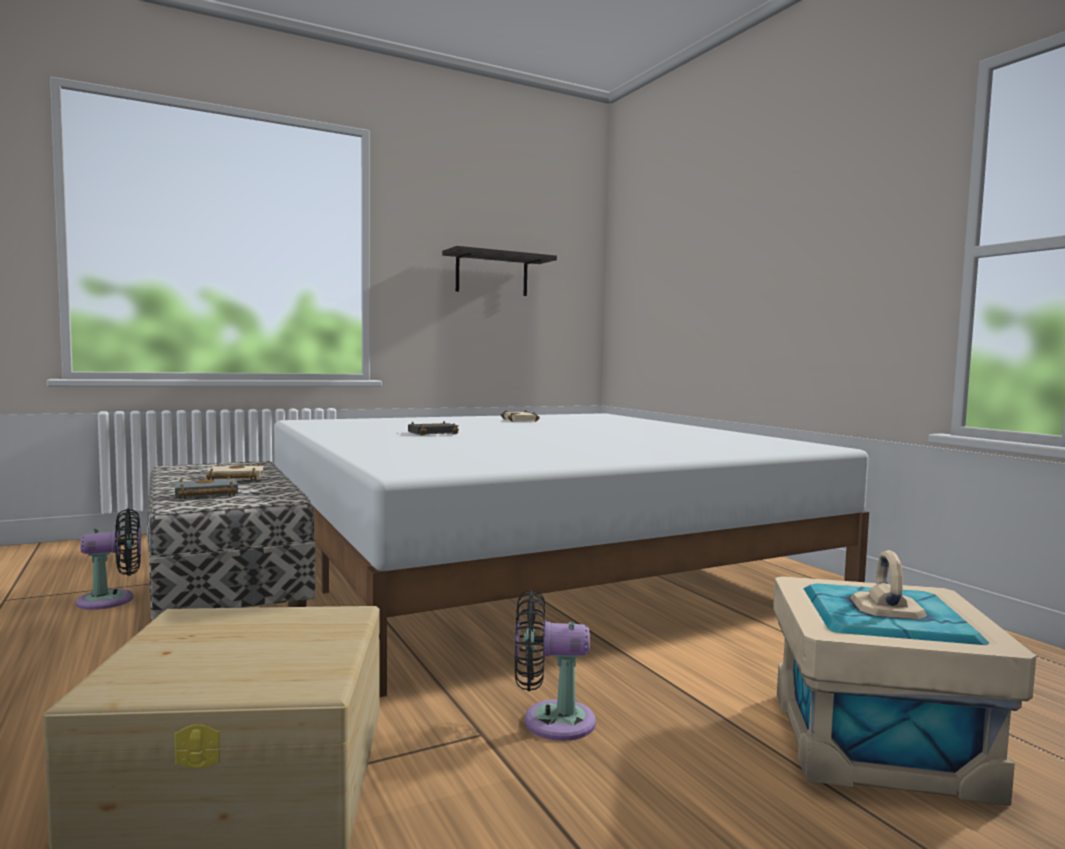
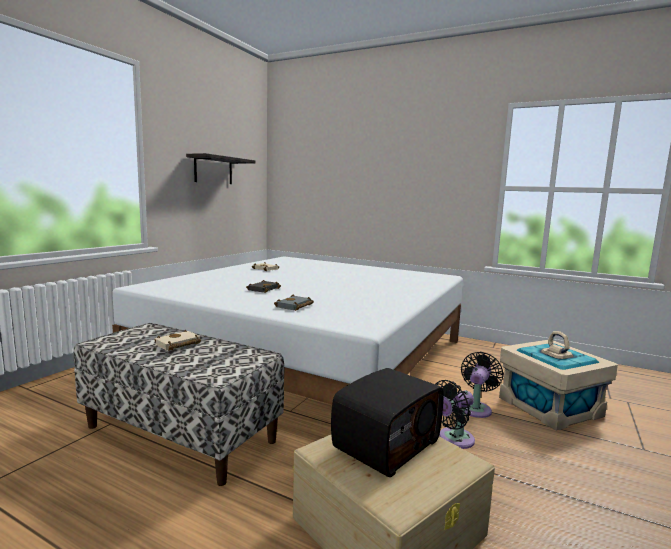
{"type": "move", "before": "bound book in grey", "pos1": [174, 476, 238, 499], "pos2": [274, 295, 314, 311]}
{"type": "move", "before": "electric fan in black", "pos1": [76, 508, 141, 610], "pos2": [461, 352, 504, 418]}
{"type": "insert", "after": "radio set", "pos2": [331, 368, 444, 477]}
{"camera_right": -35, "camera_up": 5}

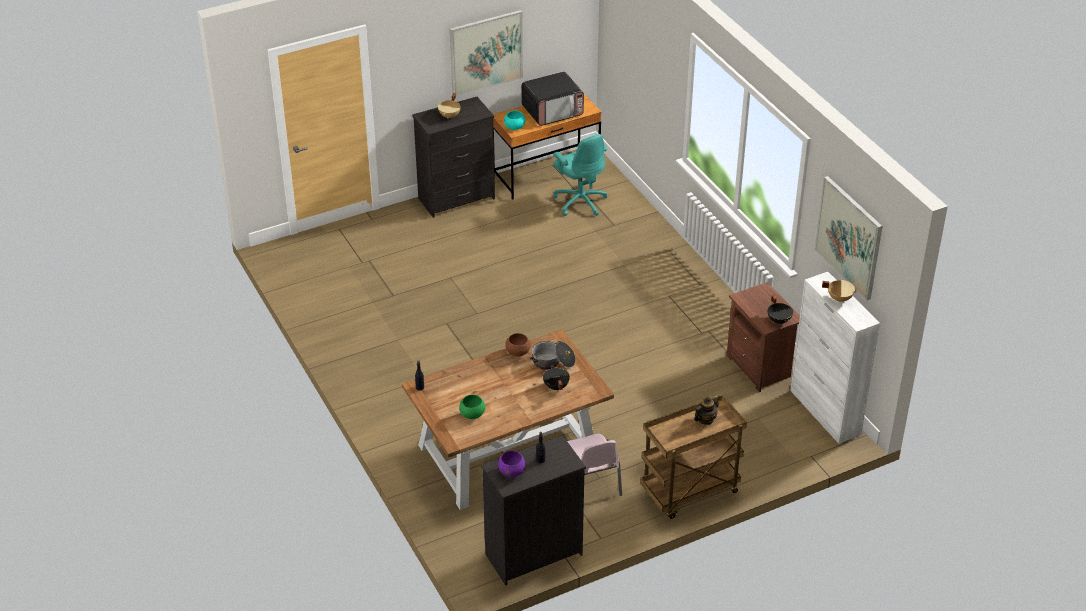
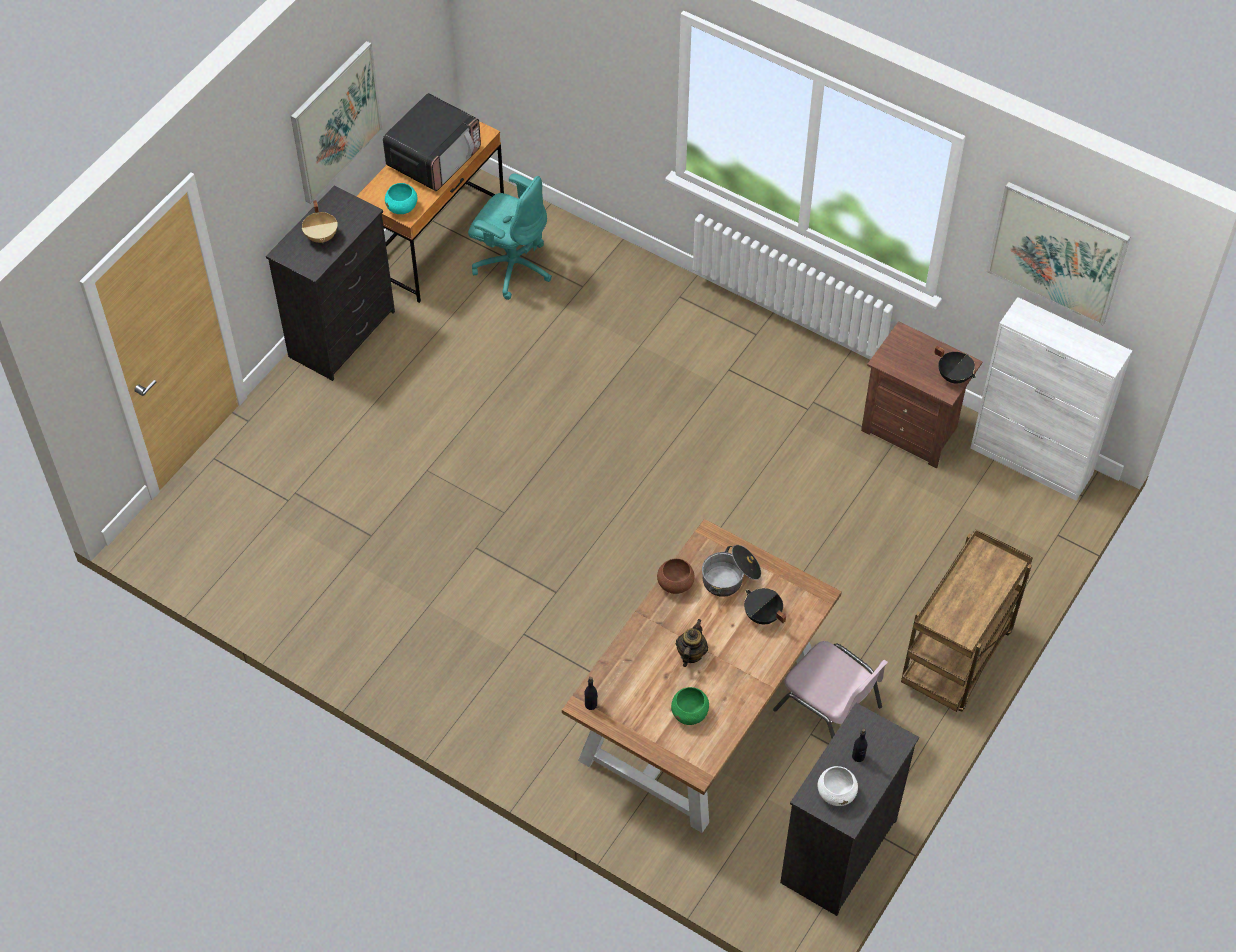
{"type": "delete", "before": "cooking pot in sand-coloured", "pos1": [822, 280, 858, 303]}
{"type": "move", "before": "pot for tea", "pos1": [694, 397, 720, 425], "pos2": [676, 619, 708, 667]}
{"type": "recolor", "before": "serving bowl in purple-coloured", "after": "serving bowl in white-coloured", "pos1": [498, 451, 525, 477], "pos2": [817, 766, 858, 806]}
{"camera_right": -30, "camera_up": 15}

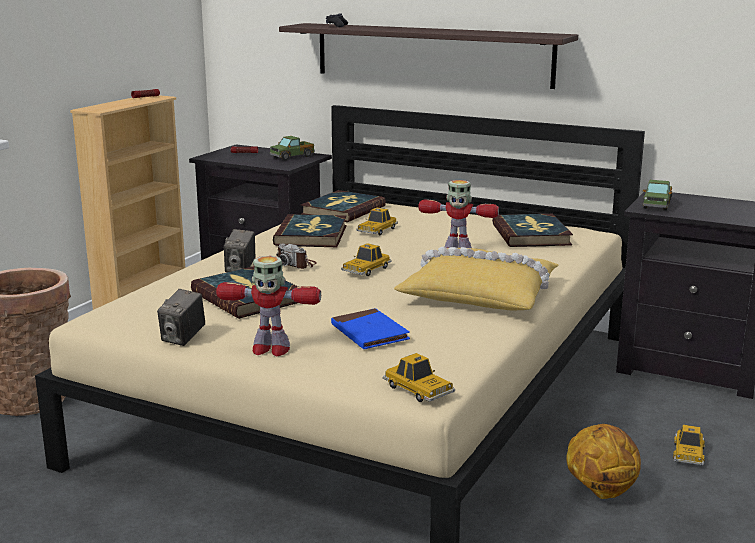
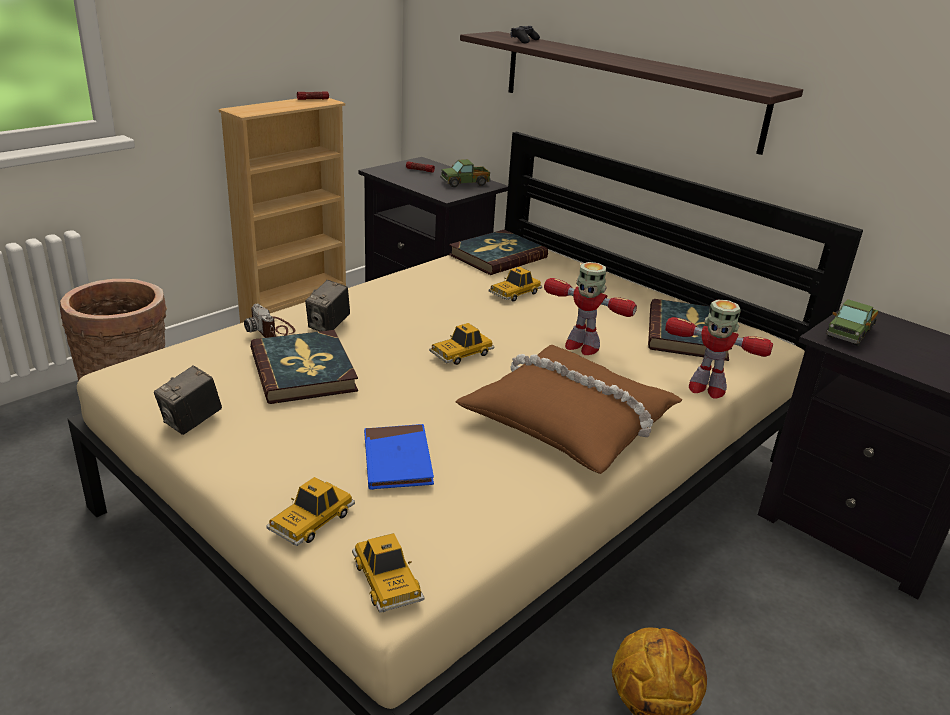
{"type": "delete", "before": "bound book", "pos1": [273, 214, 347, 247]}
{"type": "move", "before": "still camera", "pos1": [276, 244, 317, 269], "pos2": [244, 304, 295, 338]}
{"type": "recolor", "before": "cushion in yellow", "after": "cushion in brown", "pos1": [394, 247, 558, 310], "pos2": [456, 345, 682, 474]}
{"type": "move", "before": "model robot", "pos1": [216, 256, 321, 356], "pos2": [665, 299, 773, 399]}
{"type": "move", "before": "model car", "pos1": [673, 425, 705, 465], "pos2": [266, 477, 355, 546]}
{"camera_right": 15, "camera_up": 10}

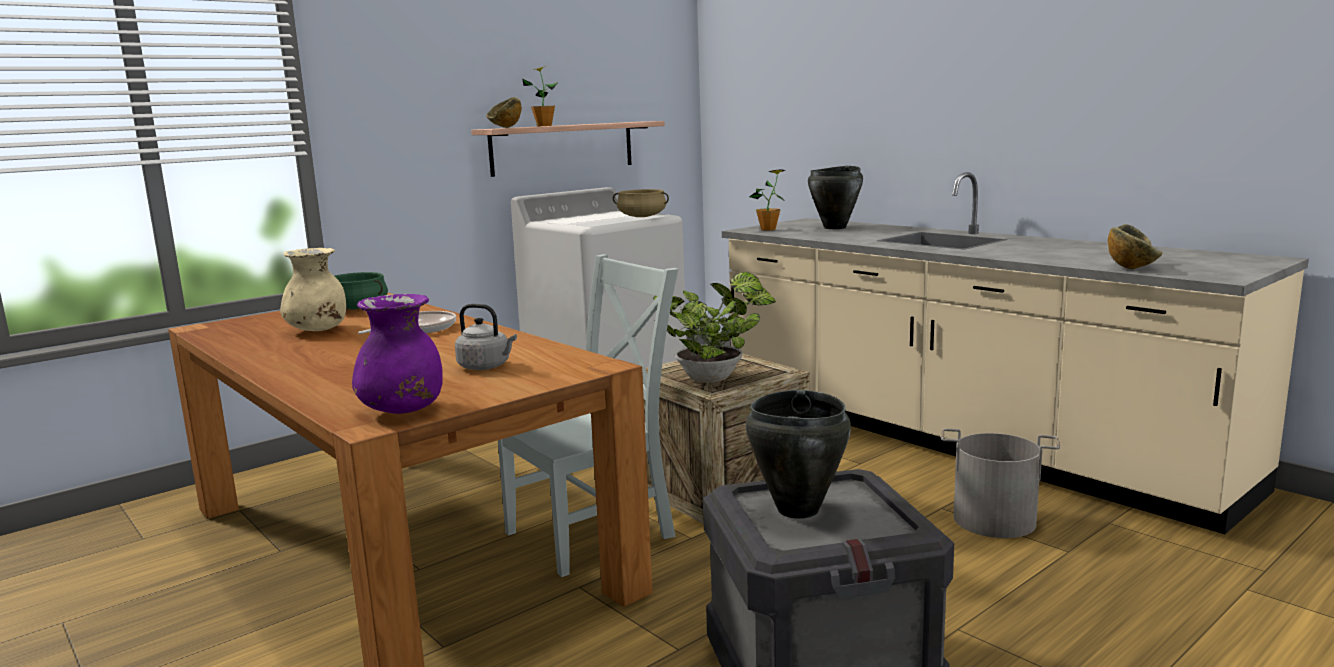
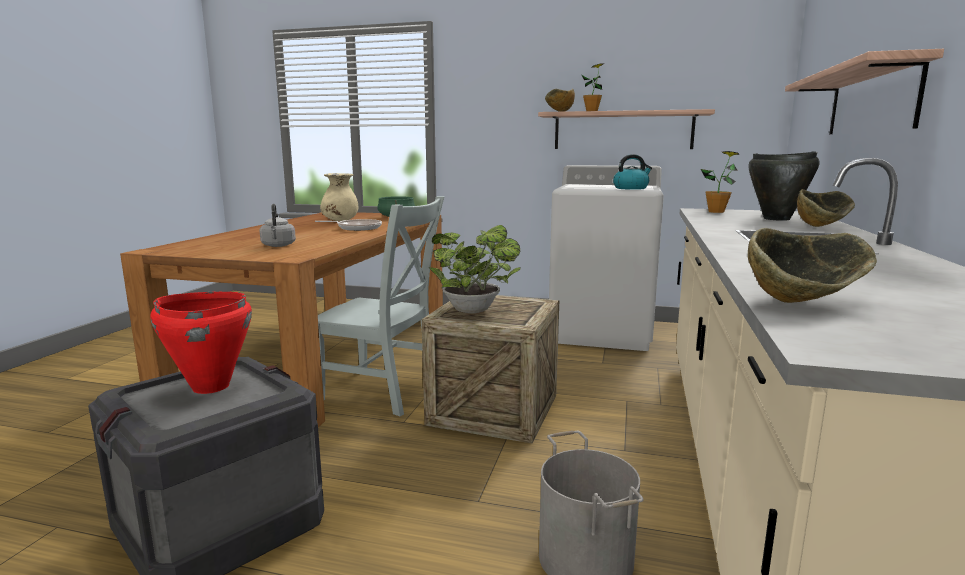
{"type": "replace", "before": "cooking pot in sand-coloured", "after": "tea kettle", "pos1": [613, 189, 669, 217], "pos2": [613, 154, 652, 190]}
{"type": "delete", "before": "decorative vase in purple-coloured", "pos1": [352, 294, 443, 414]}
{"type": "recolor", "before": "cooking pot in black", "after": "cooking pot in red", "pos1": [746, 390, 851, 519], "pos2": [150, 291, 252, 394]}
{"type": "insert", "after": "wall shelf", "pos2": [785, 49, 944, 134]}
{"type": "insert", "after": "serving bowl", "pos2": [797, 189, 855, 227]}
{"camera_right": 55, "camera_up": 0}

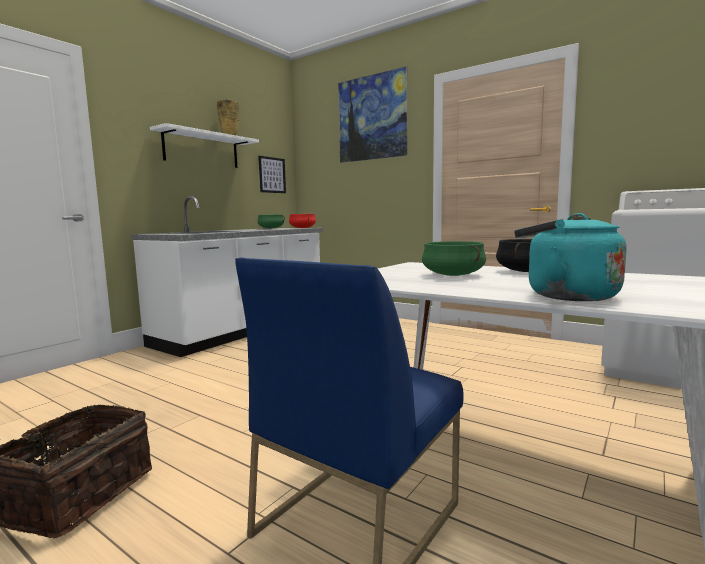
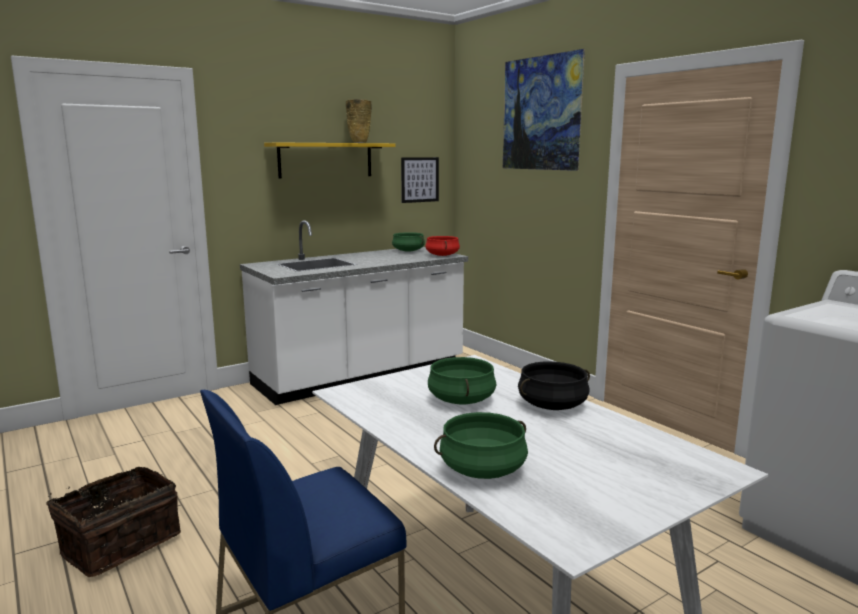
{"type": "recolor", "before": "wall shelf in white-coloured", "after": "wall shelf in yellow", "pos1": [150, 123, 259, 168], "pos2": [264, 142, 395, 179]}
{"type": "replace", "before": "tea kettle in blue-green", "after": "cooking pot in green", "pos1": [515, 213, 626, 301], "pos2": [434, 412, 528, 479]}
{"camera_right": 20, "camera_up": 5}

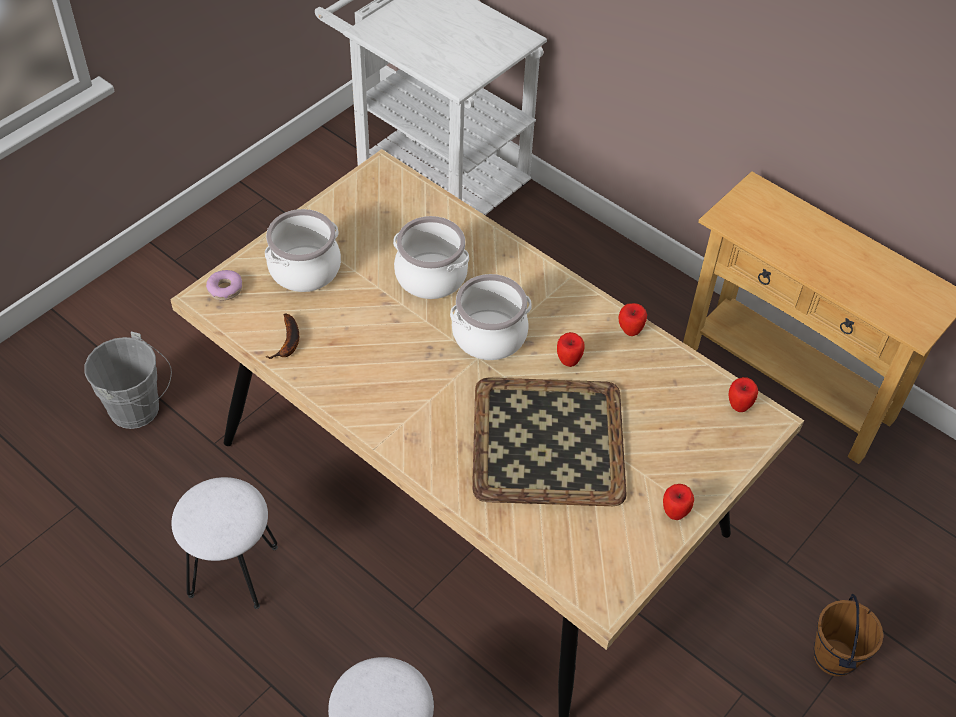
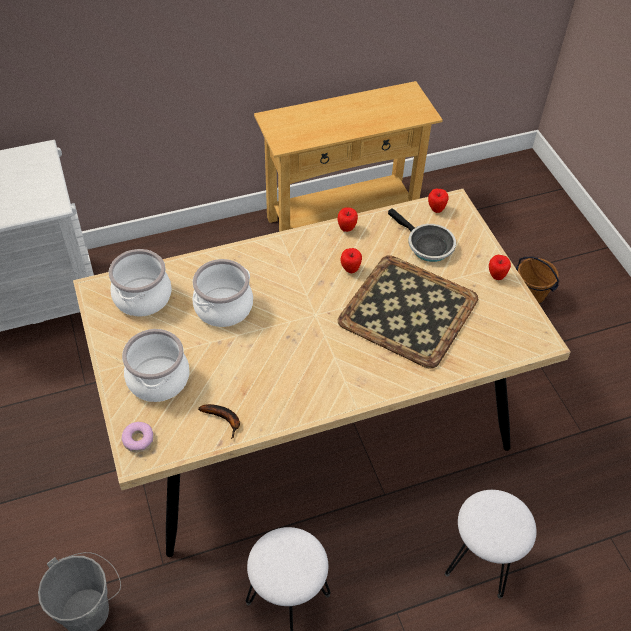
{"type": "move", "before": "cooking pot", "pos1": [450, 274, 532, 360], "pos2": [109, 249, 172, 316]}
{"type": "insert", "after": "skillet", "pos2": [388, 208, 456, 262]}
{"camera_right": -60, "camera_up": 0}

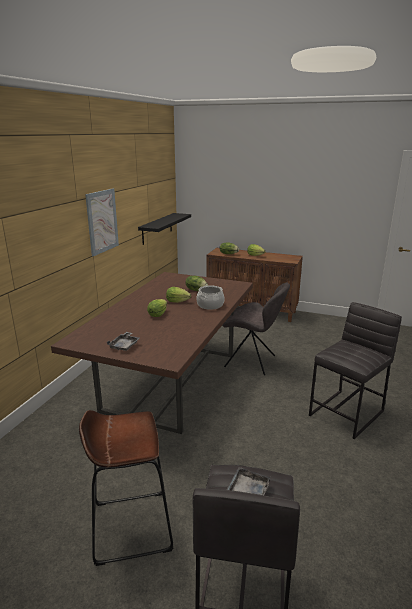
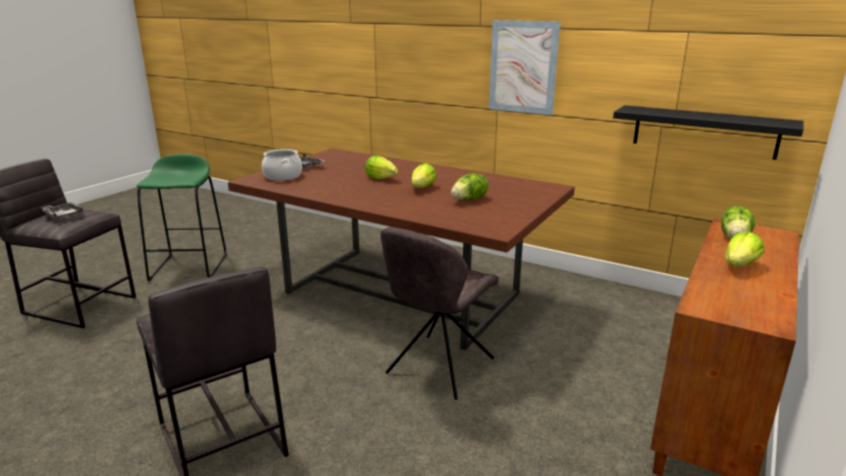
{"type": "move", "before": "cooking pot", "pos1": [196, 285, 225, 310], "pos2": [262, 149, 302, 181]}
{"type": "recolor", "before": "stool seat in brown", "after": "stool seat in green", "pos1": [79, 410, 173, 566], "pos2": [137, 154, 227, 281]}
{"camera_right": 100, "camera_up": 0}

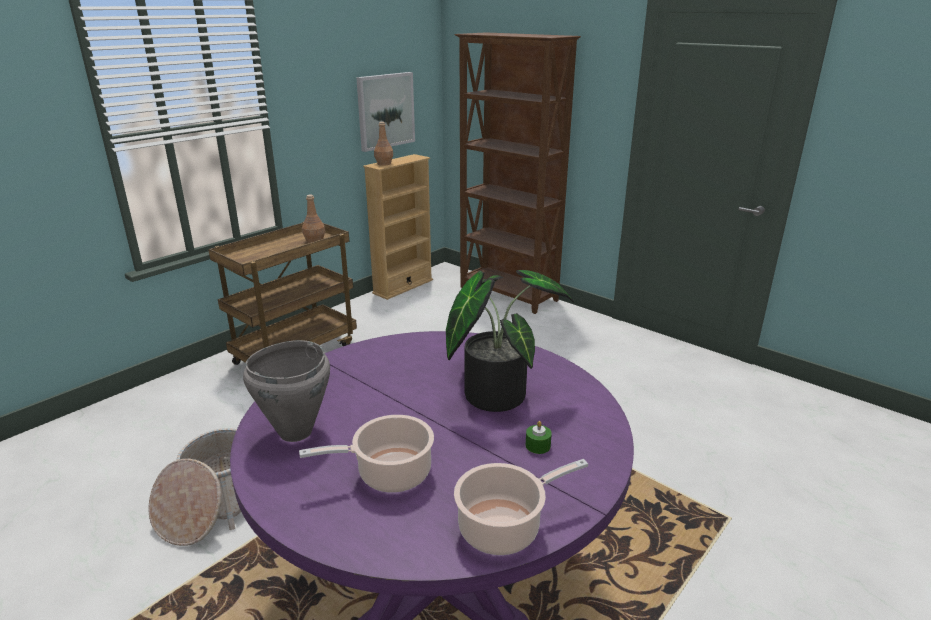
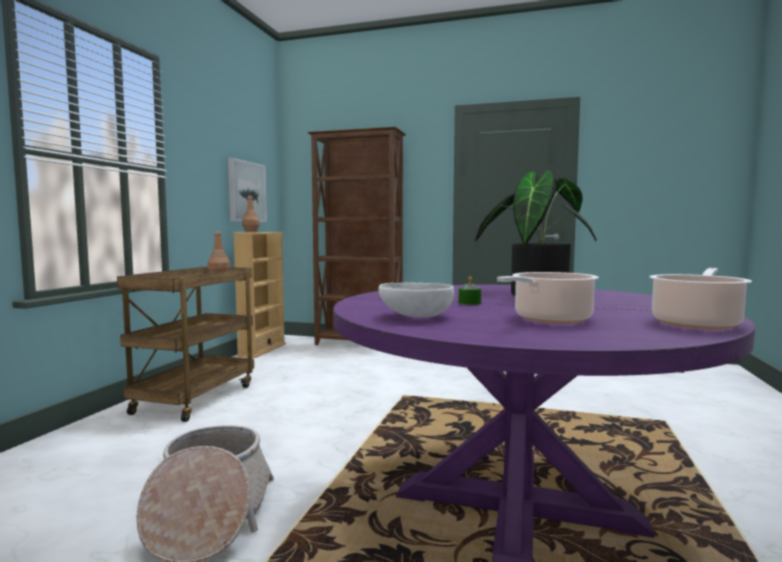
{"type": "replace", "before": "cooking pot in grey", "after": "serving bowl in white-coloured", "pos1": [243, 340, 330, 442], "pos2": [378, 282, 454, 318]}
{"type": "move", "before": "wax candle in green", "pos1": [525, 421, 552, 454], "pos2": [459, 276, 481, 305]}
{"camera_right": -25, "camera_up": -20}

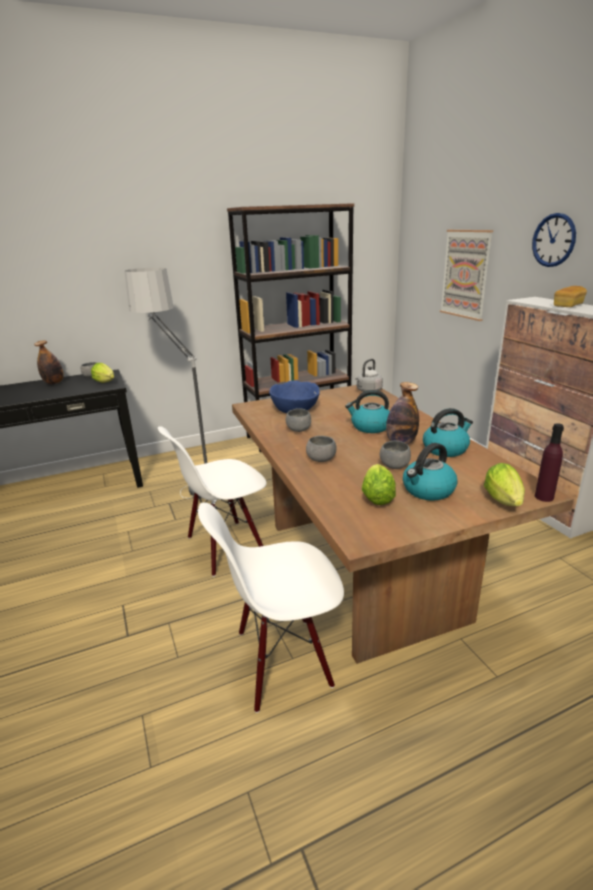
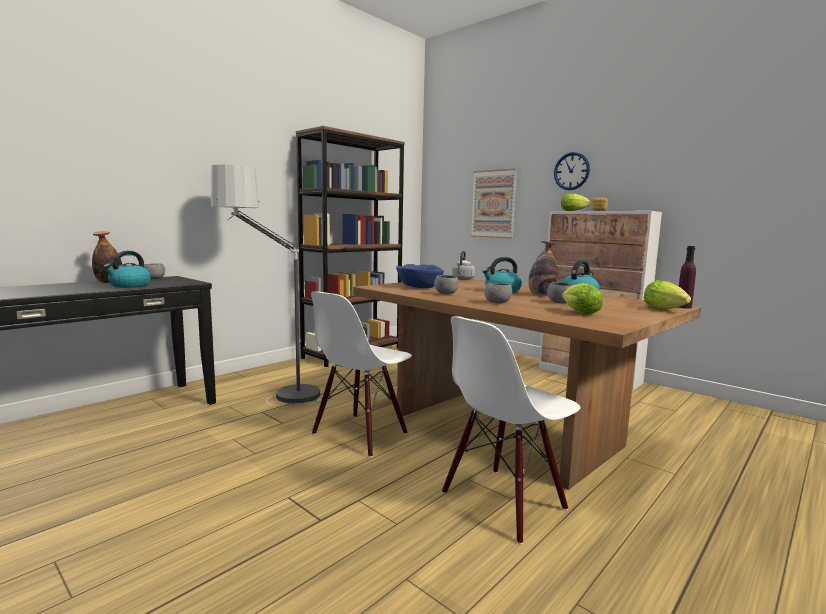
{"type": "move", "before": "head of lettuce", "pos1": [91, 363, 114, 383], "pos2": [561, 194, 590, 211]}
{"type": "move", "before": "tea kettle", "pos1": [403, 443, 458, 501], "pos2": [104, 251, 151, 288]}
{"camera_right": -25, "camera_up": -15}

